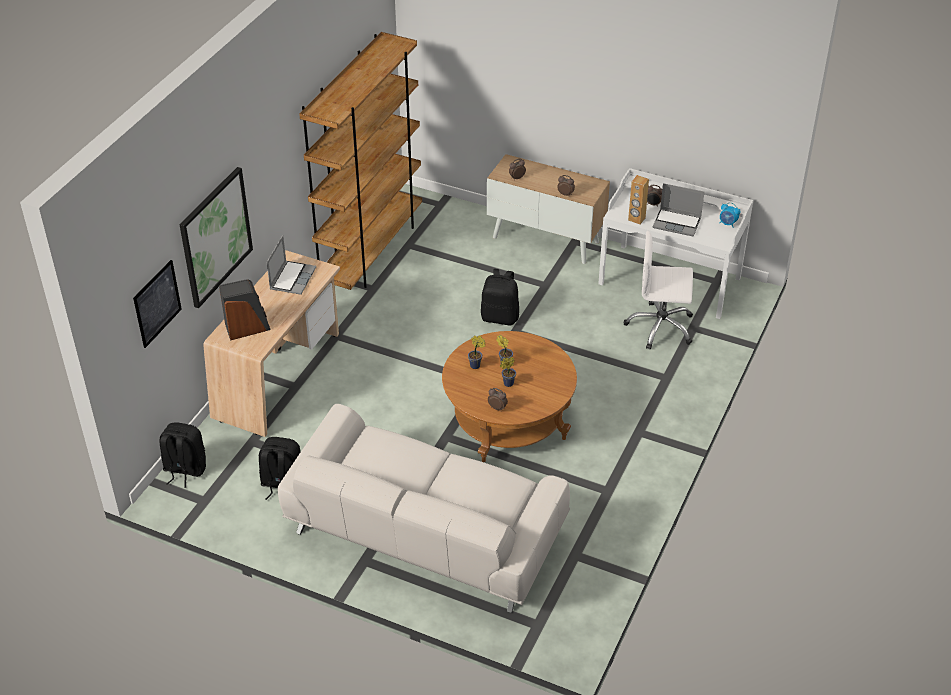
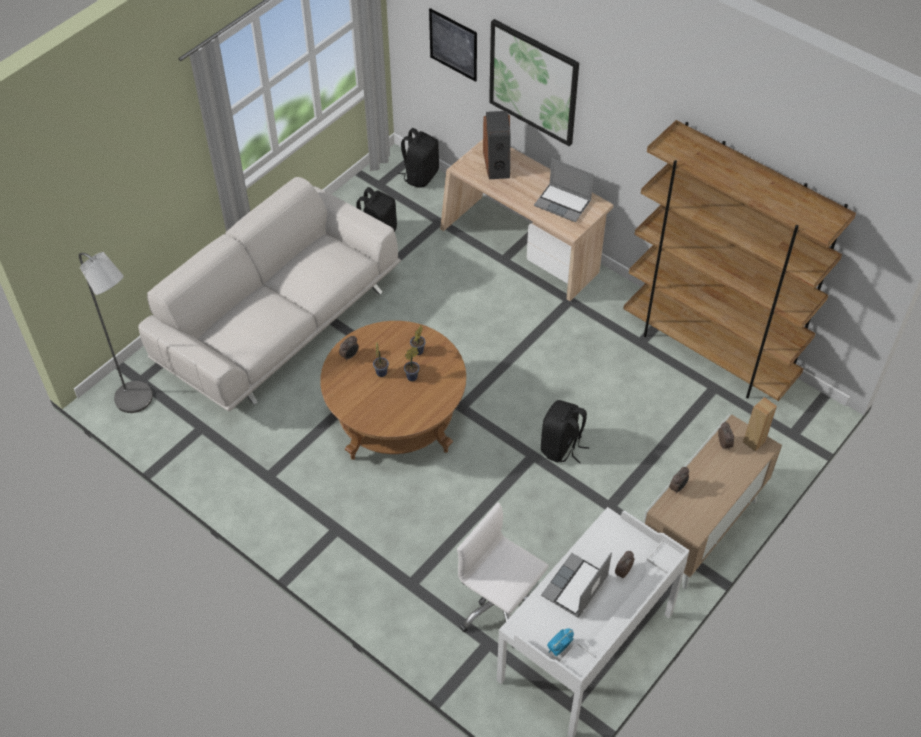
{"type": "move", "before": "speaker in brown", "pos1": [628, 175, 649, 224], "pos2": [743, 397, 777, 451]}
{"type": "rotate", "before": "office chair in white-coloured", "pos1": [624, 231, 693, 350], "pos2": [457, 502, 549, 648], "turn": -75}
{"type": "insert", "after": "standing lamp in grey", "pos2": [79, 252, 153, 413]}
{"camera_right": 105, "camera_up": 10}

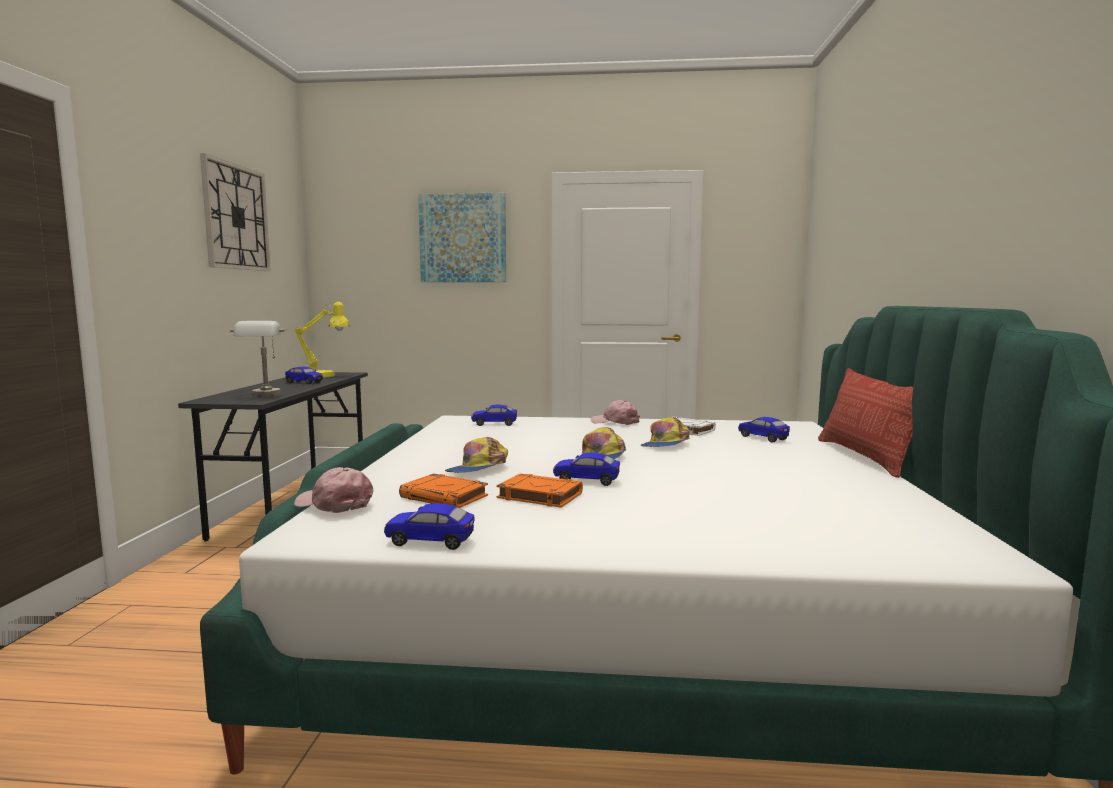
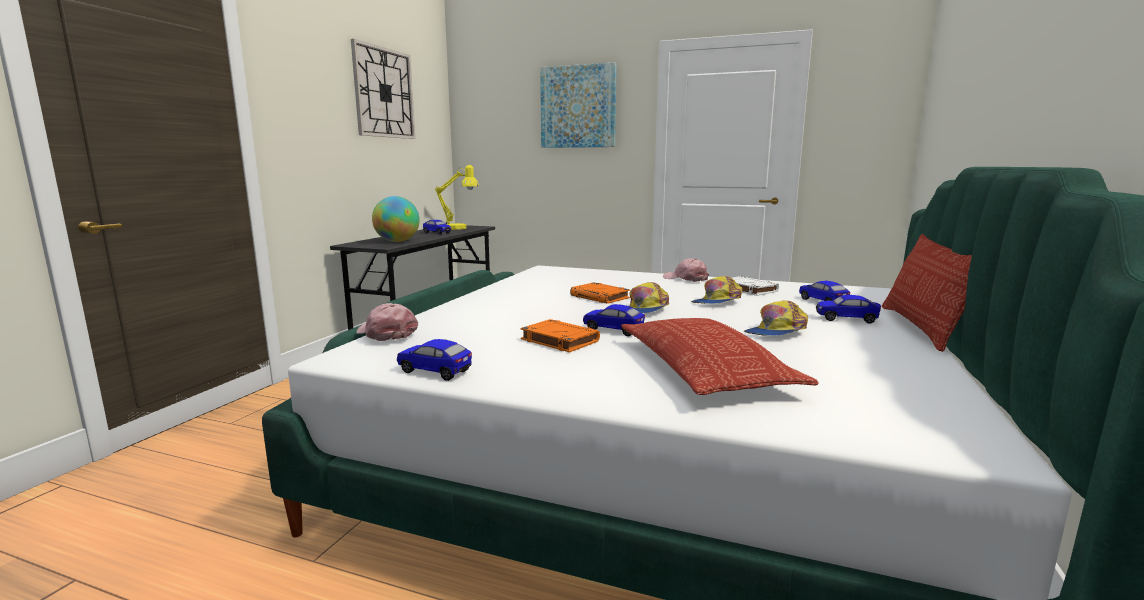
{"type": "replace", "before": "tabletop lamp in grey", "after": "globe", "pos1": [230, 321, 287, 395], "pos2": [372, 196, 420, 242]}
{"type": "move", "before": "model car", "pos1": [471, 405, 517, 426], "pos2": [816, 295, 881, 323]}
{"type": "move", "before": "baseball cap", "pos1": [445, 437, 508, 473], "pos2": [744, 300, 808, 336]}
{"type": "move", "before": "bound book in orangey", "pos1": [399, 473, 488, 508], "pos2": [570, 282, 630, 304]}
{"type": "insert", "after": "cushion", "pos2": [621, 318, 819, 395]}
{"camera_right": 15, "camera_up": 5}

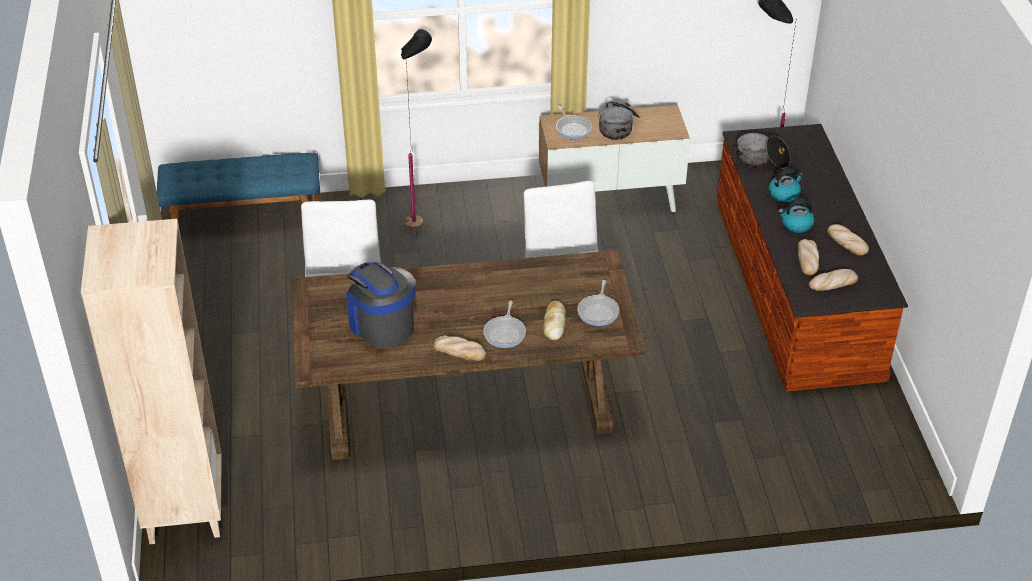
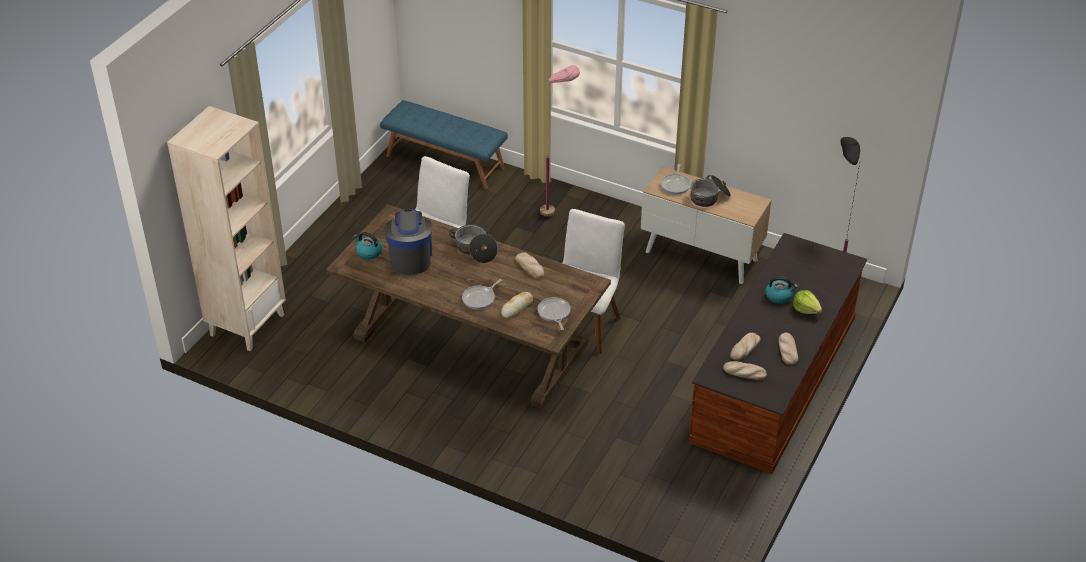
{"type": "recolor", "before": "standing lamp in black", "after": "standing lamp in pink-coloured", "pos1": [401, 29, 432, 230], "pos2": [540, 65, 580, 216]}
{"type": "move", "before": "cooking pot", "pos1": [733, 133, 790, 169], "pos2": [449, 224, 498, 263]}
{"type": "move", "before": "tea kettle", "pos1": [778, 199, 815, 233], "pos2": [354, 232, 382, 259]}
{"type": "rotate", "before": "skillet", "pos1": [577, 280, 619, 326], "pos2": [538, 297, 571, 330], "turn": 120}
{"type": "move", "before": "bakery bread", "pos1": [434, 336, 486, 361], "pos2": [515, 252, 544, 279]}
{"type": "insert", "after": "head of lettuce", "pos2": [793, 290, 822, 314]}
{"camera_right": 35, "camera_up": 0}

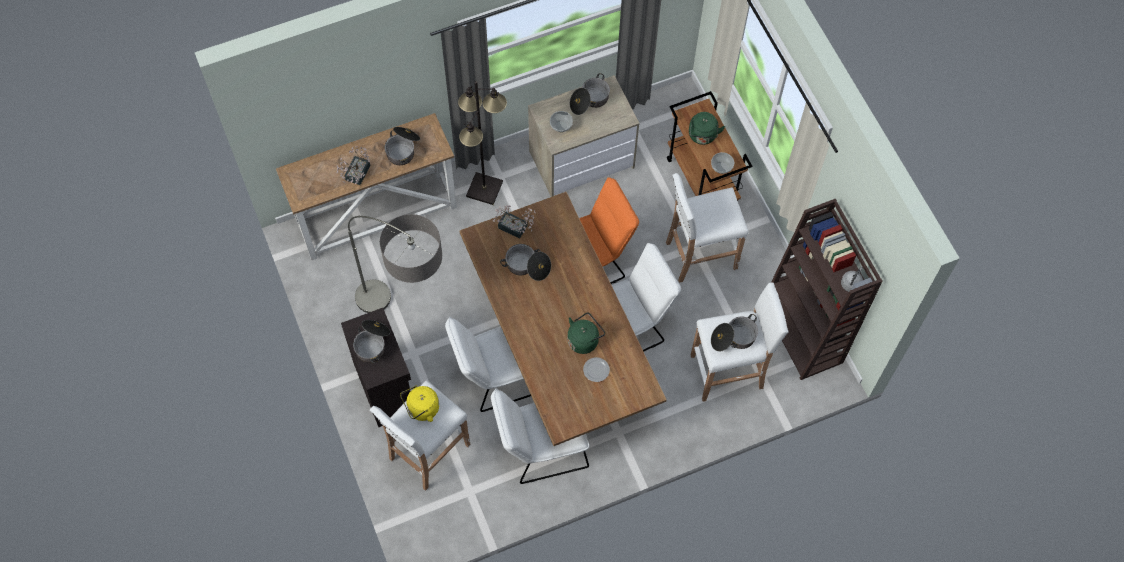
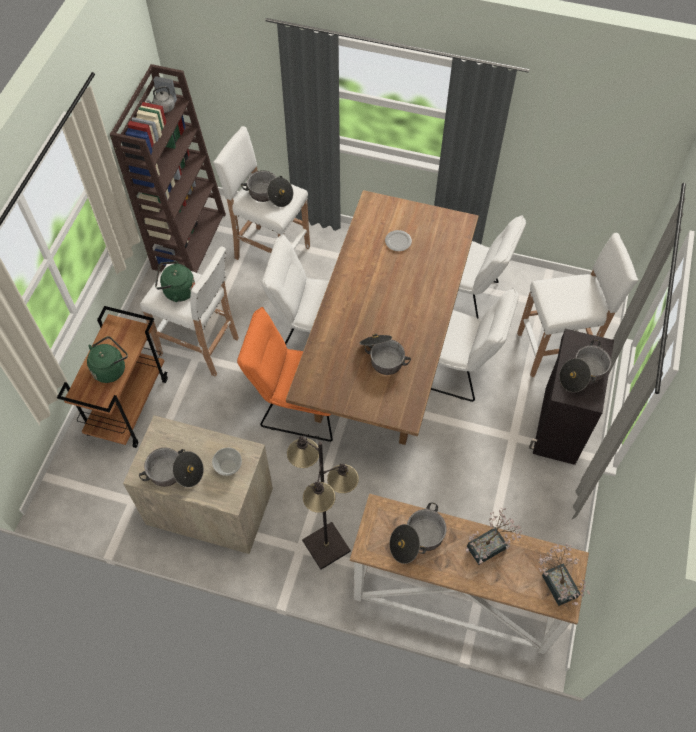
{"type": "delete", "before": "serving bowl", "pos1": [711, 152, 734, 174]}
{"type": "move", "before": "potted plant", "pos1": [492, 205, 536, 239], "pos2": [538, 543, 590, 606]}
{"type": "delete", "before": "standing lamp", "pos1": [348, 214, 442, 313]}
{"type": "move", "before": "tea kettle in green", "pos1": [568, 312, 605, 354], "pos2": [155, 261, 195, 302]}
{"type": "delete", "before": "tea kettle in yellow", "pos1": [400, 386, 439, 422]}
{"camera_right": -140, "camera_up": -5}

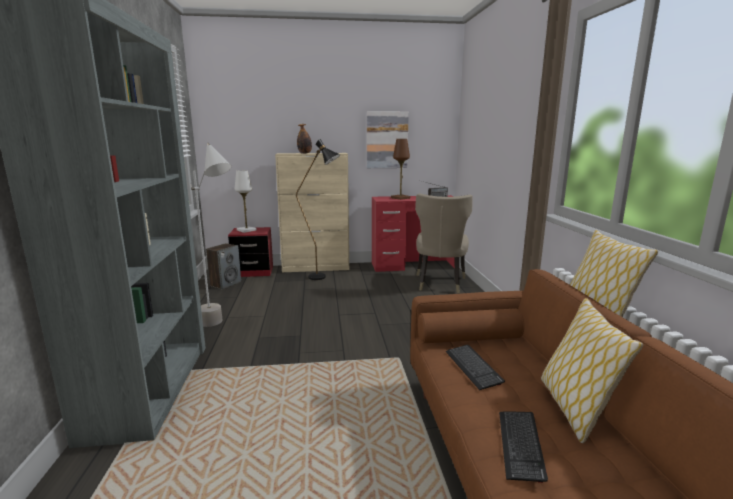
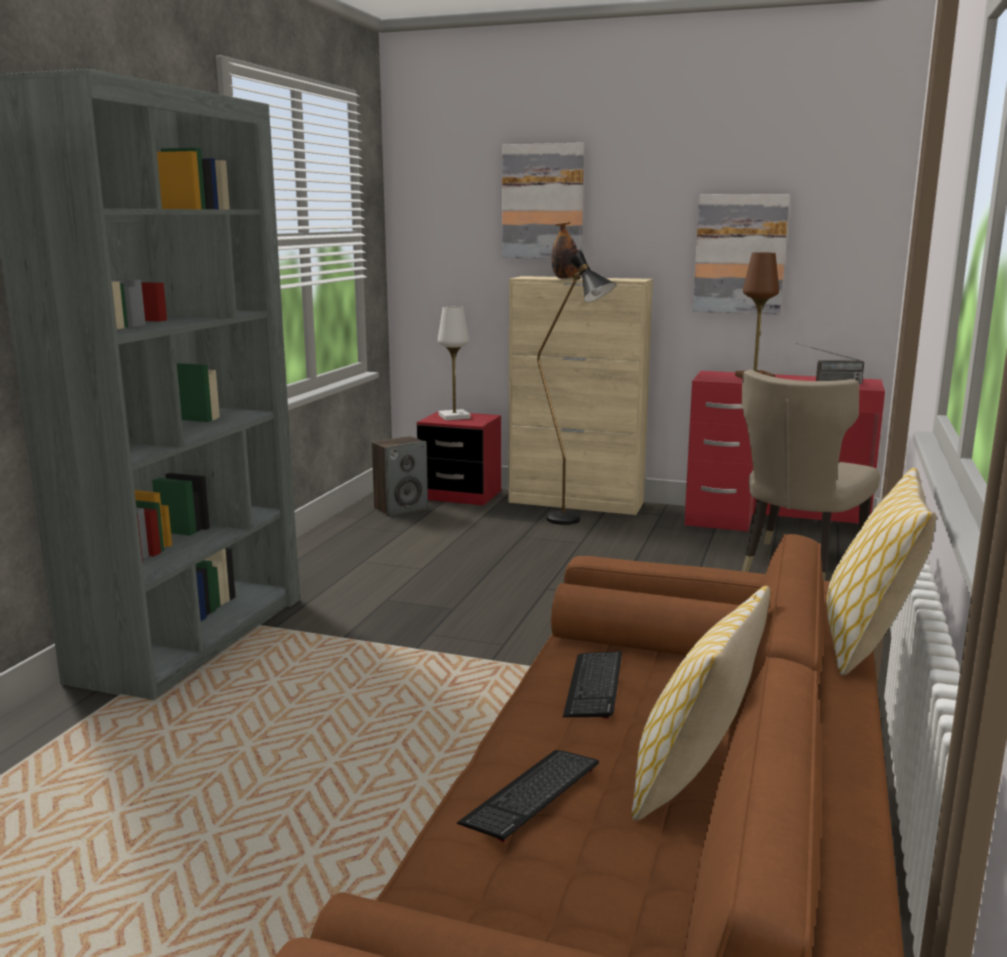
{"type": "delete", "before": "standing lamp in grey", "pos1": [190, 143, 231, 327]}
{"type": "insert", "after": "picture", "pos2": [502, 143, 584, 259]}
{"camera_right": 25, "camera_up": 0}

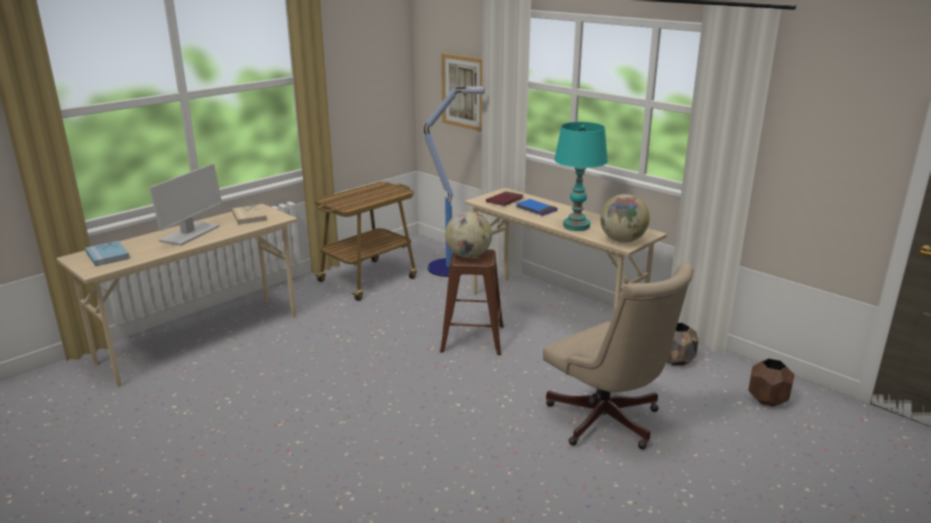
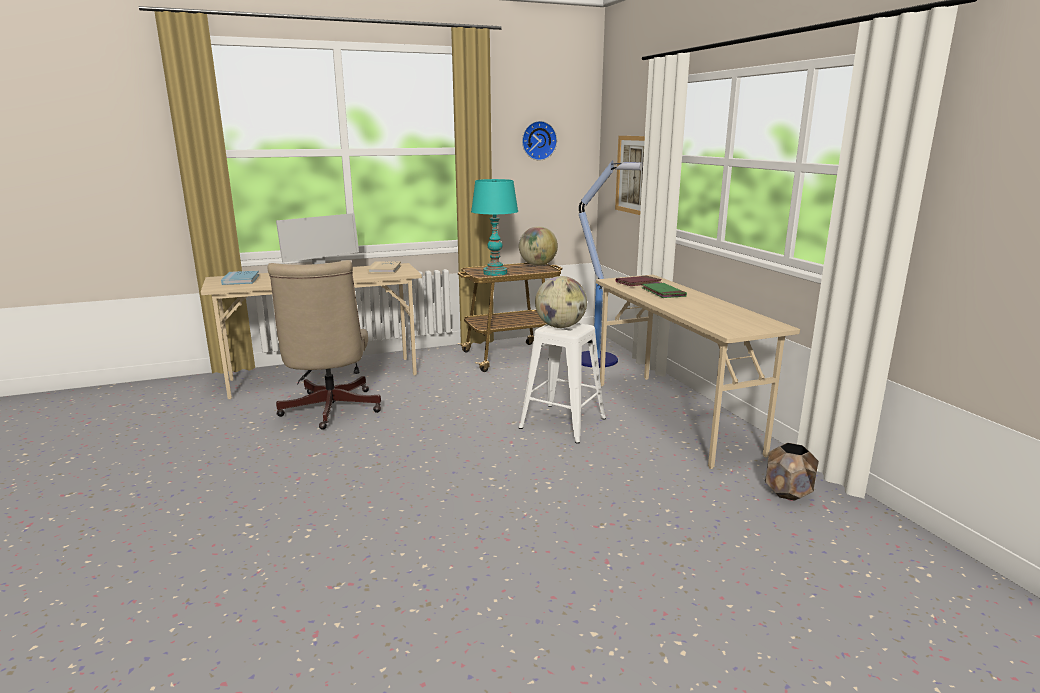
{"type": "move", "before": "tabletop lamp in blue-green", "pos1": [554, 122, 608, 231], "pos2": [471, 179, 518, 276]}
{"type": "move", "before": "globe", "pos1": [600, 194, 650, 242], "pos2": [519, 226, 558, 266]}
{"type": "recolor", "before": "bound book in blue-coloured", "after": "bound book in green", "pos1": [515, 199, 558, 216], "pos2": [642, 283, 687, 298]}
{"type": "recolor", "before": "stool seat in brown", "after": "stool seat in white-coloured", "pos1": [440, 249, 504, 355], "pos2": [519, 323, 606, 444]}
{"type": "move", "before": "office chair in sand-coloured", "pos1": [543, 263, 694, 449], "pos2": [268, 260, 381, 430]}
{"type": "delete", "before": "flower pot in brown", "pos1": [748, 358, 794, 407]}
{"type": "insert", "after": "hanging clock", "pos2": [522, 121, 557, 161]}
{"camera_right": 25, "camera_up": -5}

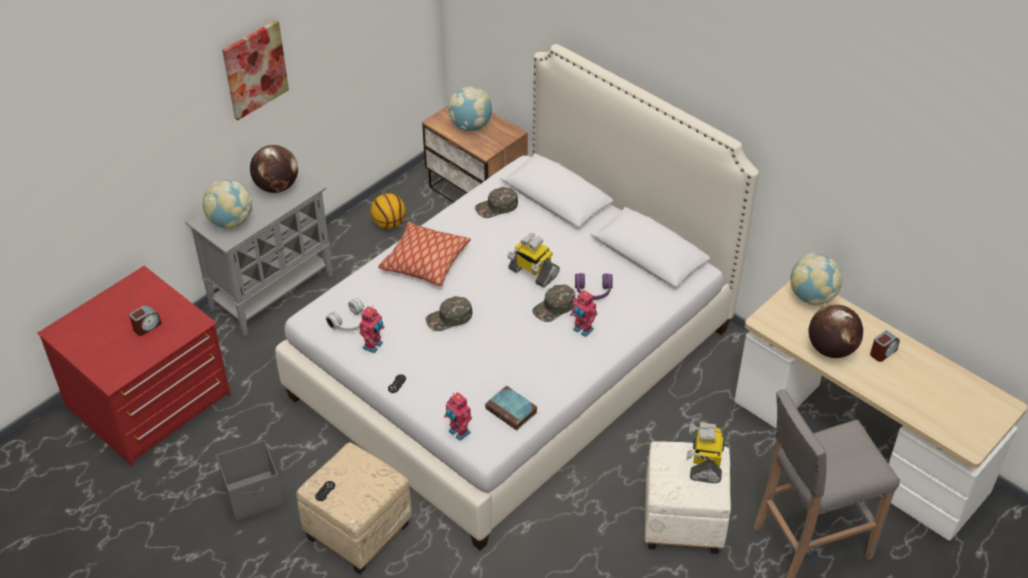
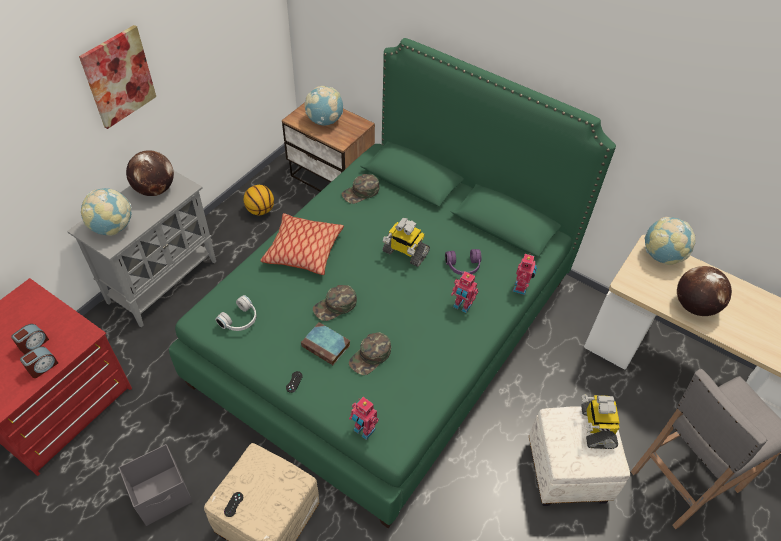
{"type": "recolor", "before": "bedroom bed in white-coloured", "after": "bedroom bed in green", "pos1": [275, 44, 759, 551], "pos2": [169, 38, 616, 529]}
{"type": "move", "before": "baseball cap in green", "pos1": [532, 285, 575, 322], "pos2": [349, 332, 391, 375]}
{"type": "move", "before": "model robot", "pos1": [359, 306, 385, 354], "pos2": [512, 254, 537, 295]}
{"type": "move", "before": "bedside clock", "pos1": [870, 331, 900, 362], "pos2": [20, 346, 58, 378]}
{"type": "move", "before": "bound book", "pos1": [485, 385, 537, 431], "pos2": [301, 322, 350, 365]}
{"camera_right": -10, "camera_up": 5}

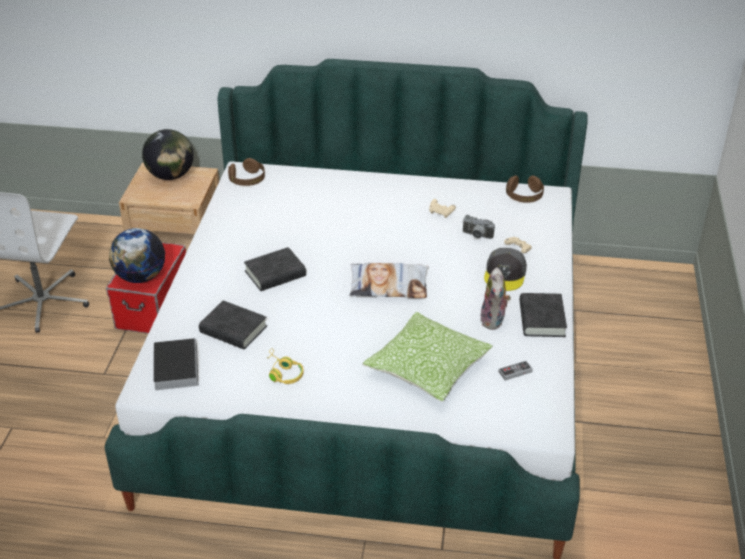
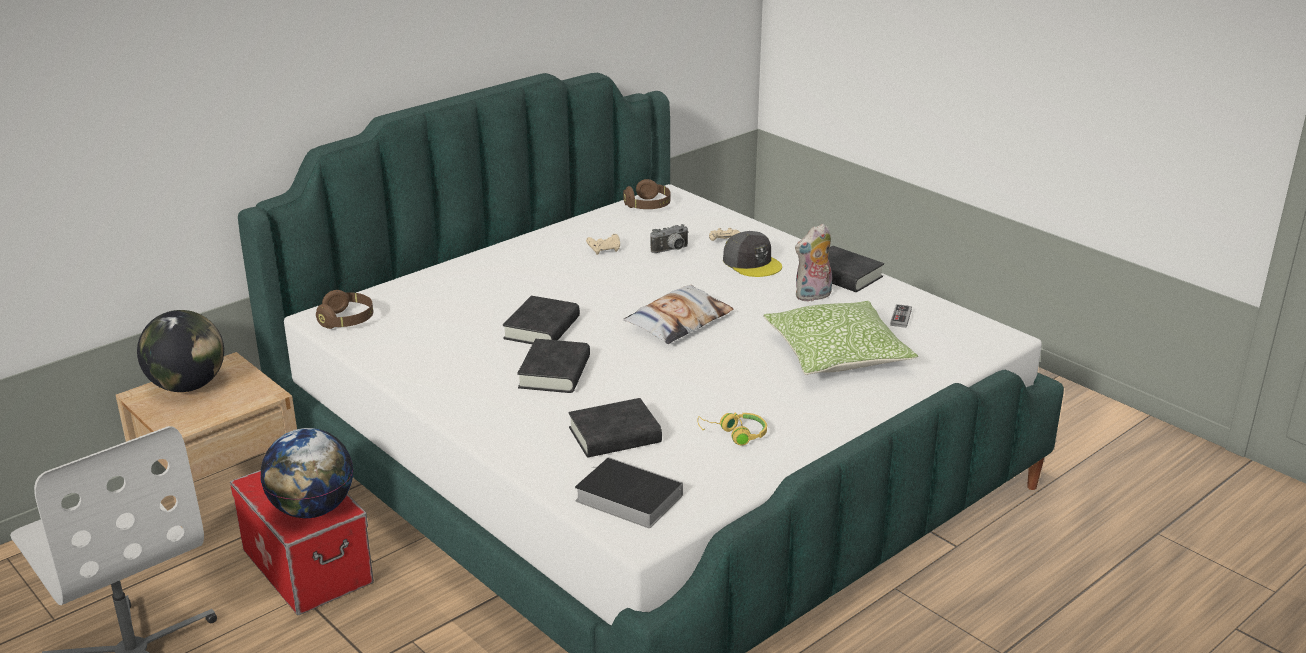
{"type": "rotate", "before": "plush toy", "pos1": [480, 267, 511, 330], "pos2": [795, 224, 832, 302], "turn": 105}
{"type": "insert", "after": "bound book in black", "pos2": [503, 296, 580, 344]}
{"camera_right": -50, "camera_up": -10}

